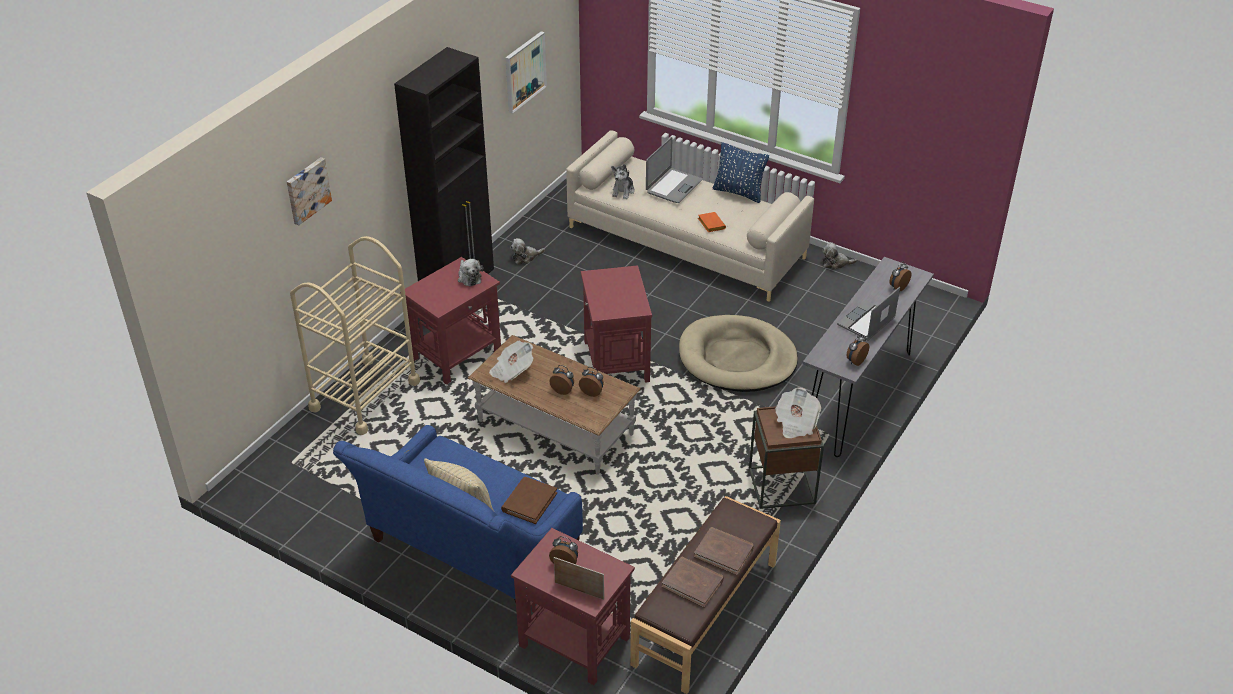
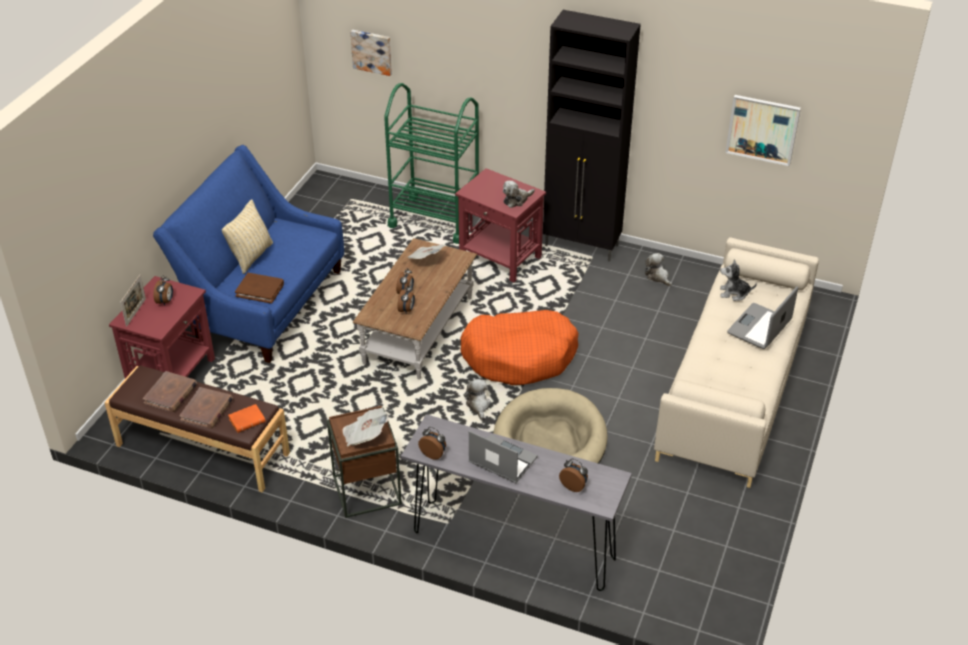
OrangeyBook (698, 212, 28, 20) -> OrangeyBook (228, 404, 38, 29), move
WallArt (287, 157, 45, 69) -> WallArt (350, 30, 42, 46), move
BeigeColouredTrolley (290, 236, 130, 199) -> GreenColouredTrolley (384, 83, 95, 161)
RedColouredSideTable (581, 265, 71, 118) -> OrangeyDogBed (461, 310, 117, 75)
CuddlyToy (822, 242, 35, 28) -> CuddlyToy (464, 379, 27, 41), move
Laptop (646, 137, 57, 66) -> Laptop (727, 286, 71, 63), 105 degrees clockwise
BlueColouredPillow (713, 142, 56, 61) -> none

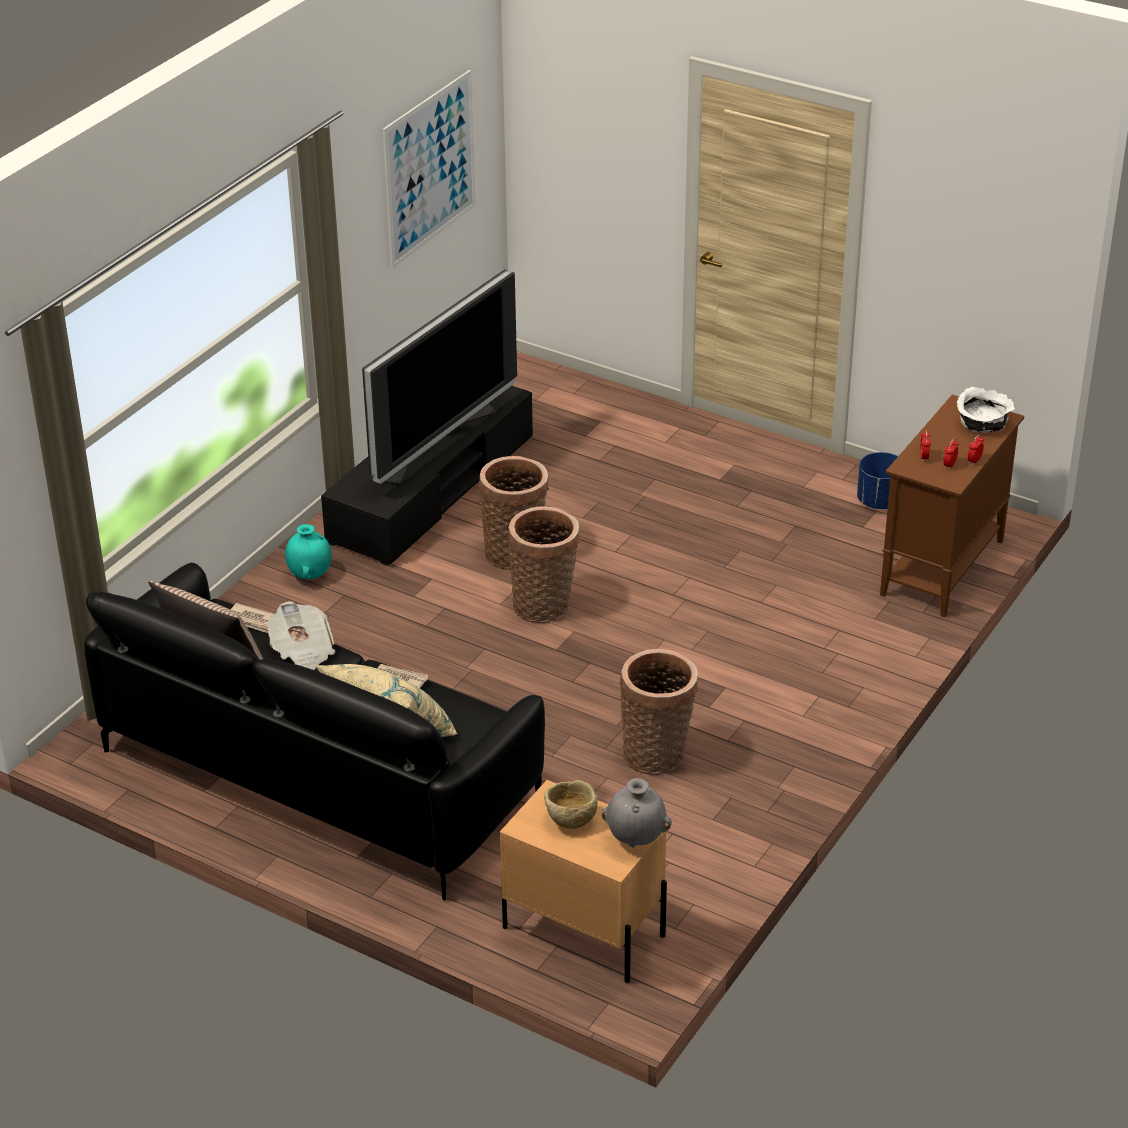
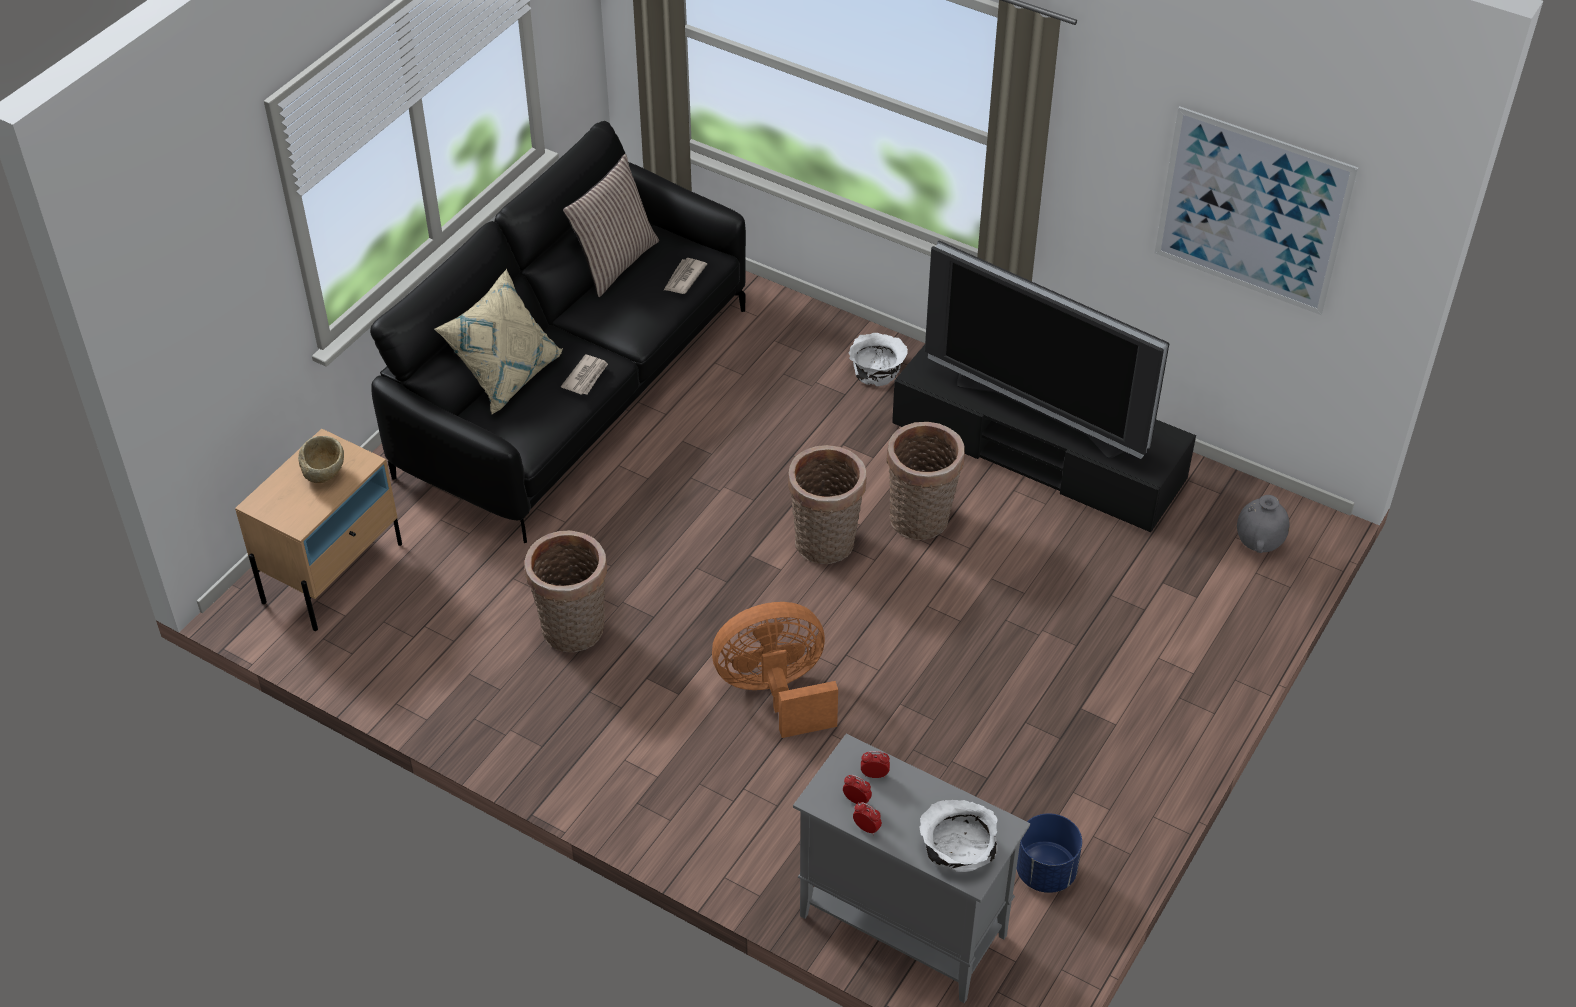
none -> OrangeyElectricFan (712, 602, 126, 136)
BrownishCabinet (880, 394, 144, 223) -> GreyCabinet (793, 734, 237, 269)
TurquoiseColouredDecorativeVase (285, 524, 47, 55) -> WhitishDeepDish (849, 333, 59, 53)
GreyDecorativeVase (602, 778, 70, 70) -> GreyDecorativeVase (1237, 495, 53, 58), move
PrintedPaper (267, 601, 68, 69) -> none

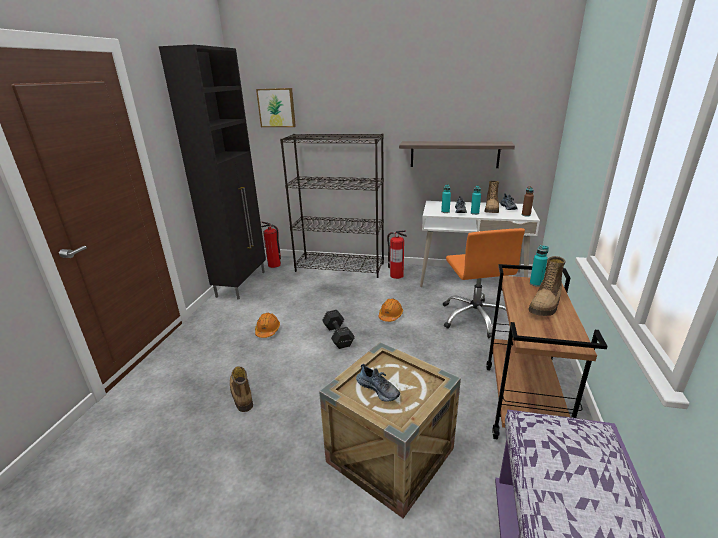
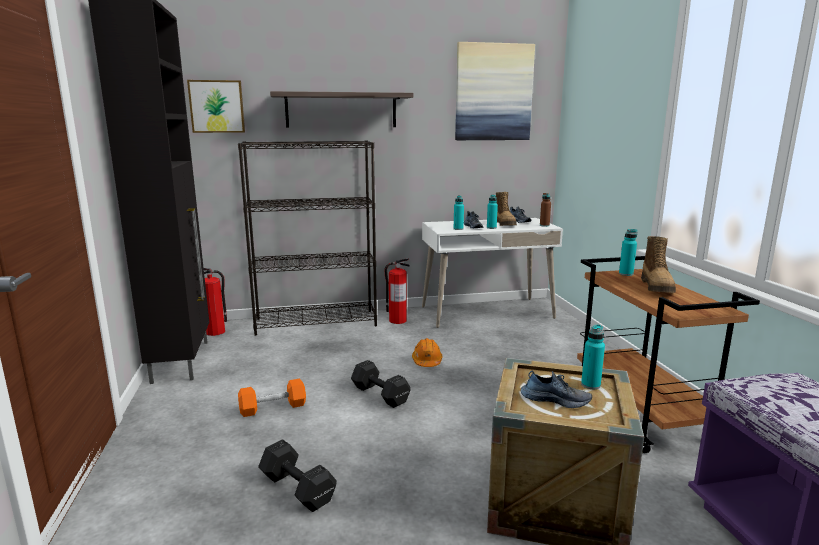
OrangeyWorkHelmet (255, 313, 25, 25) -> OrangeyHandWeight (238, 378, 68, 39)
Boot (230, 366, 23, 46) -> BlackishHandWeight (258, 439, 79, 73)
BracketShelf (399, 141, 116, 27) -> BracketShelf (270, 91, 143, 37), move
none -> WallArt (455, 42, 80, 98)
none -> TurquoiseColouredBeverageBottle (581, 325, 24, 64)
OrangeyOfficeChair (443, 228, 82, 111) -> none

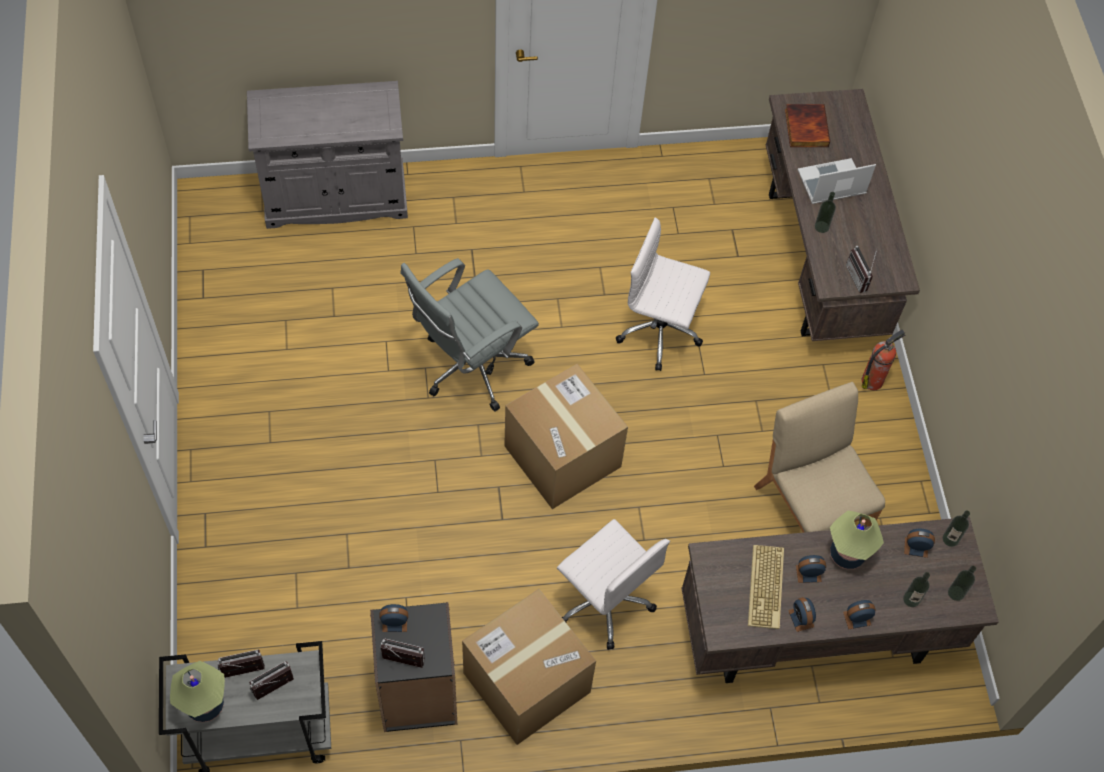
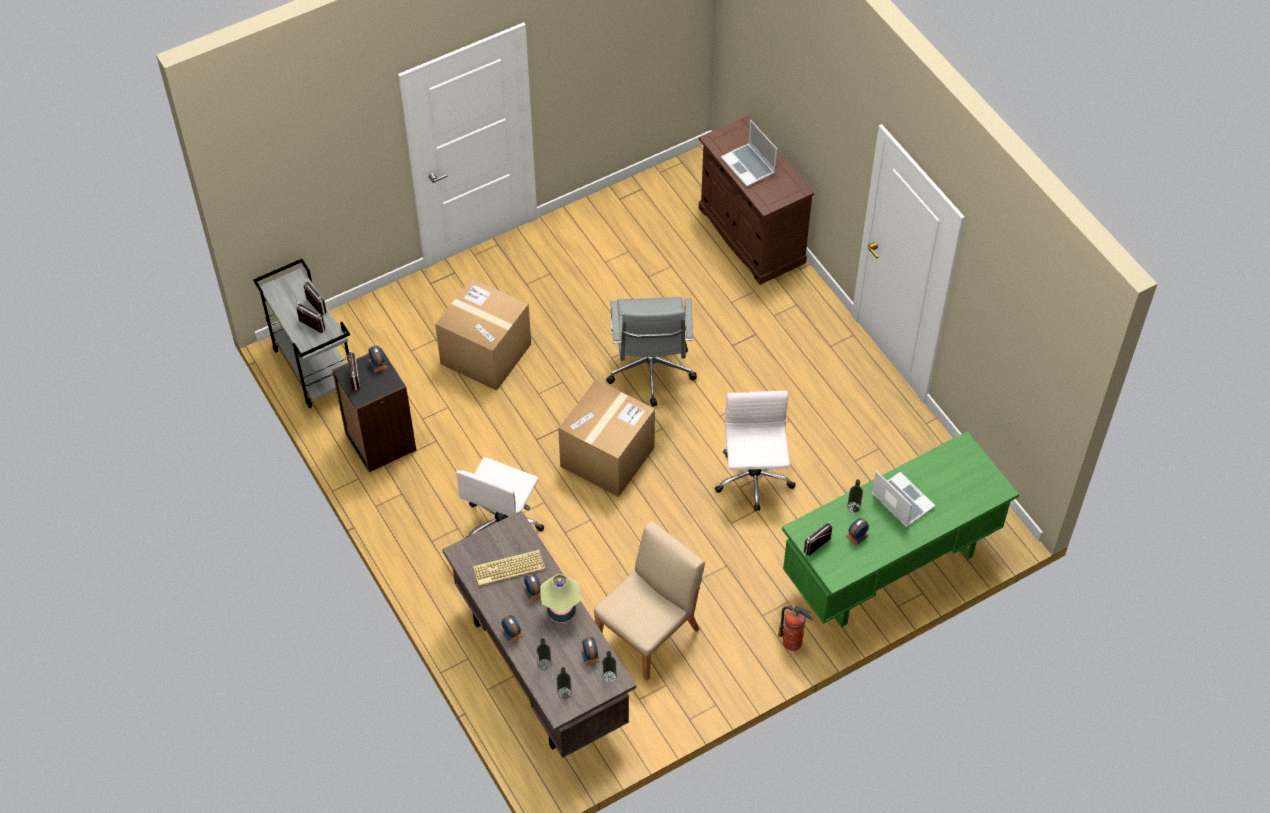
Carton (462, 589, 134, 156) -> Carton (435, 278, 96, 113), move
GreyOfficeChair (400, 258, 139, 154) -> GreyOfficeChair (606, 297, 91, 110), 120 degrees counterclockwise
GreyCabinet (247, 81, 161, 148) -> BrownishCabinet (699, 115, 115, 170)
none -> Laptop (721, 120, 56, 67)
BrownishDeskTable (766, 89, 154, 252) -> GreenColouredDeskTable (782, 432, 237, 195)
BedsideClock (788, 597, 28, 35) -> BedsideClock (846, 518, 23, 28), move
TabletopLamp (170, 661, 55, 61) -> none
Book (785, 104, 45, 43) -> none

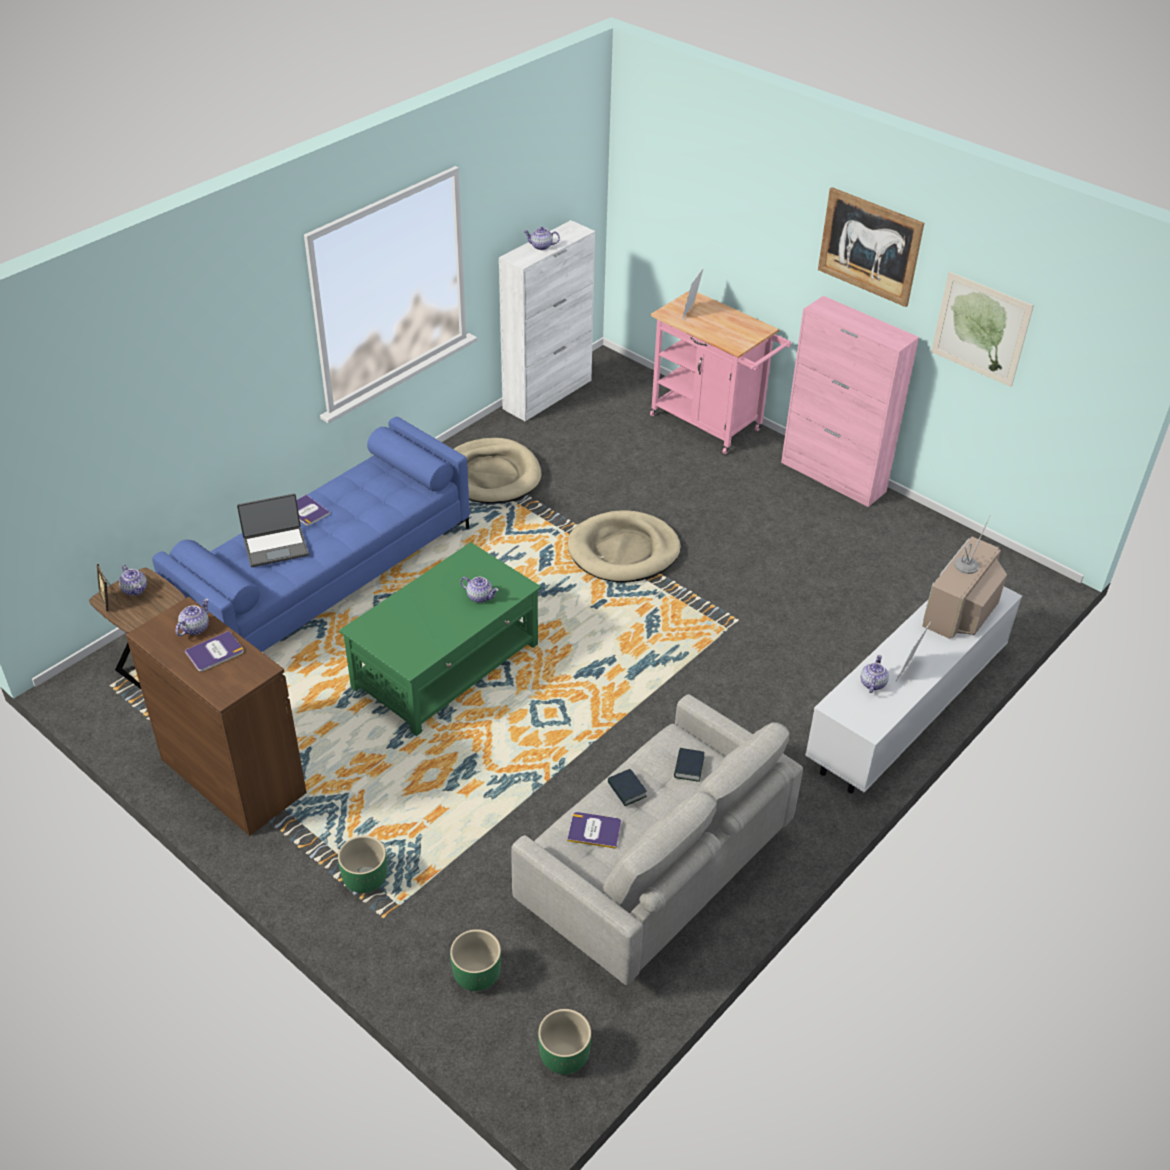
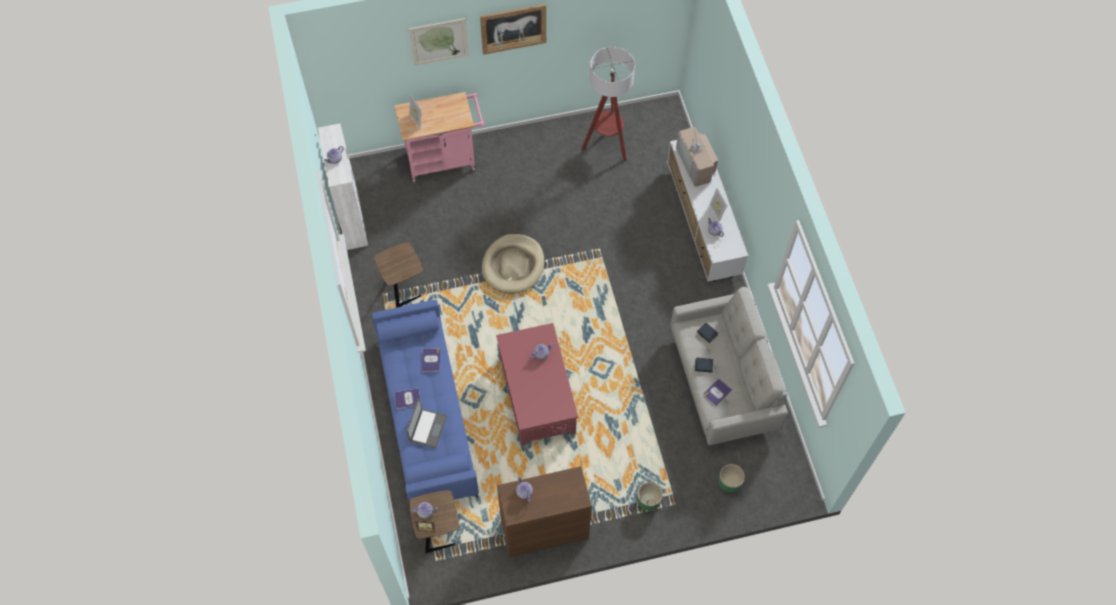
BeigeColouredDogBed (454, 438, 87, 66) -> BrownishSideTable (374, 242, 49, 66)
WallArt (931, 272, 103, 115) -> WallArt (409, 18, 60, 48), move
Book (185, 631, 59, 41) -> Book (422, 348, 18, 24), move
GreenColouredLowTable (339, 542, 202, 194) -> RedColouredLowTable (496, 323, 82, 123)
none -> StandardLamp (581, 47, 54, 114)
GreenColouredPlanter (538, 1009, 54, 65) -> none
PinkCabinet (781, 296, 138, 211) -> none

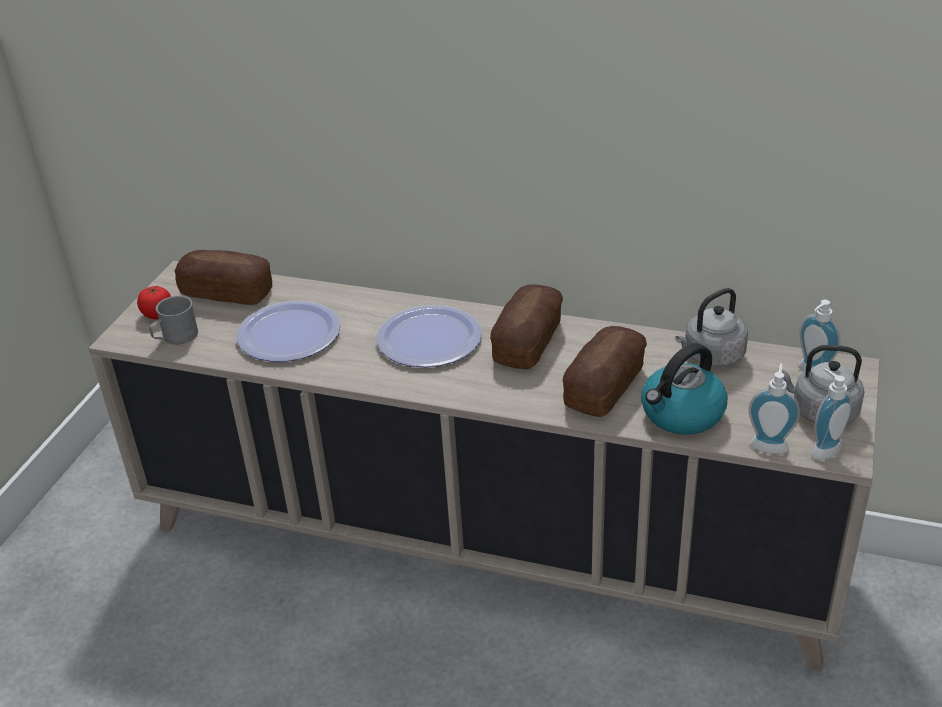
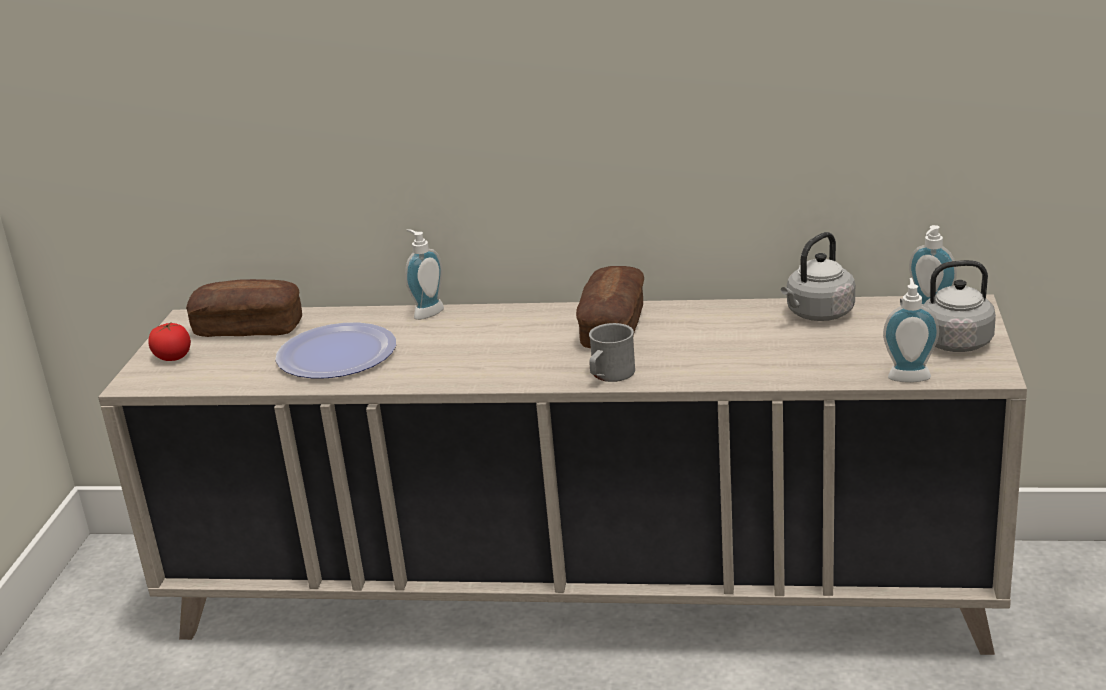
SoapBottle (812, 369, 40, 91) -> SoapBottle (405, 229, 39, 91), move
GreyTeaMug (149, 296, 49, 49) -> GreyTeaMug (589, 323, 46, 59), move
DinnerPlate (376, 305, 106, 62) -> none
BakeryBread (563, 326, 84, 91) -> none
Kettle (641, 343, 86, 92) -> none

